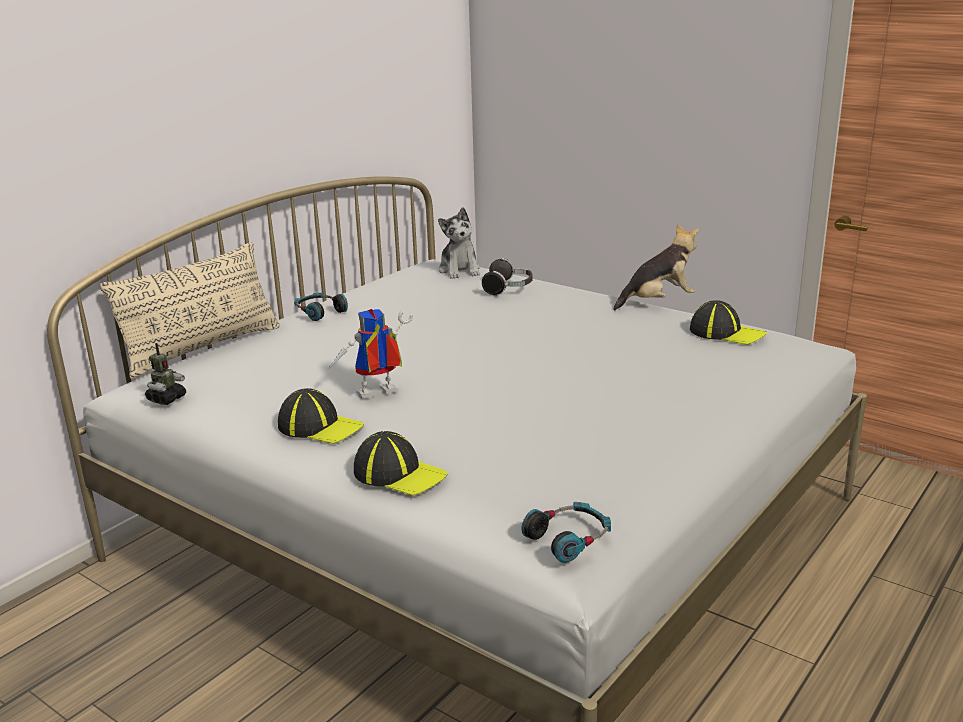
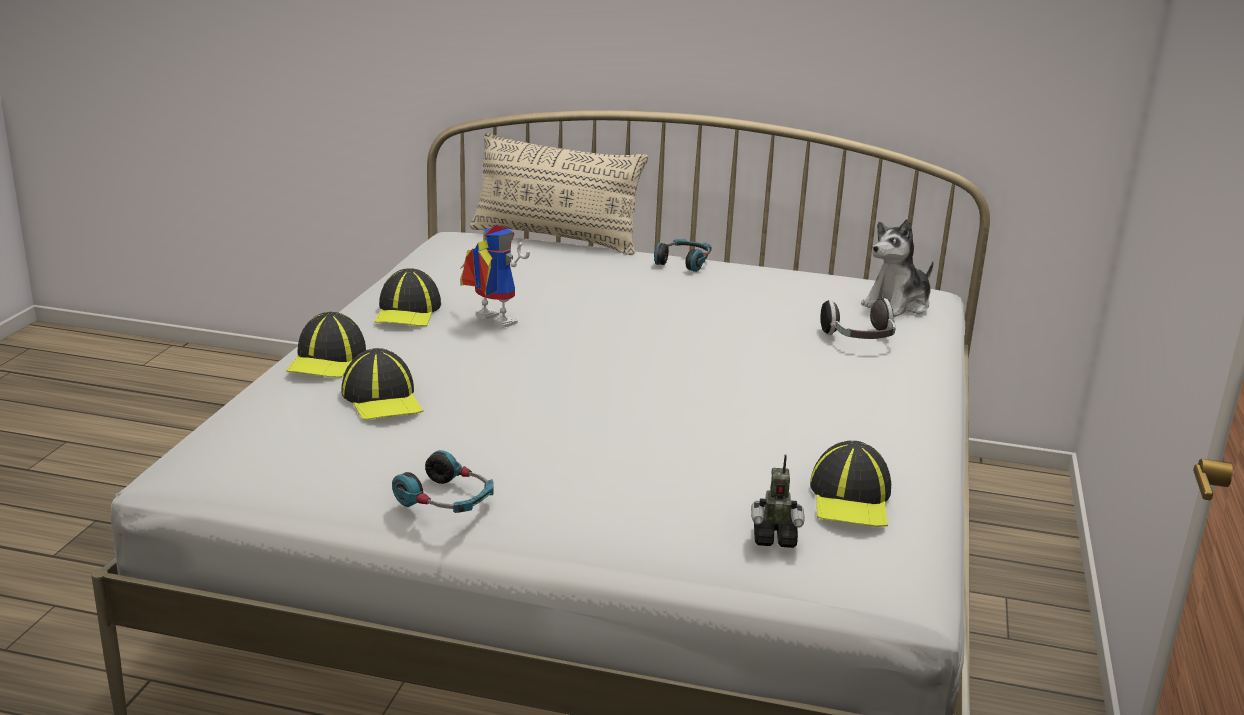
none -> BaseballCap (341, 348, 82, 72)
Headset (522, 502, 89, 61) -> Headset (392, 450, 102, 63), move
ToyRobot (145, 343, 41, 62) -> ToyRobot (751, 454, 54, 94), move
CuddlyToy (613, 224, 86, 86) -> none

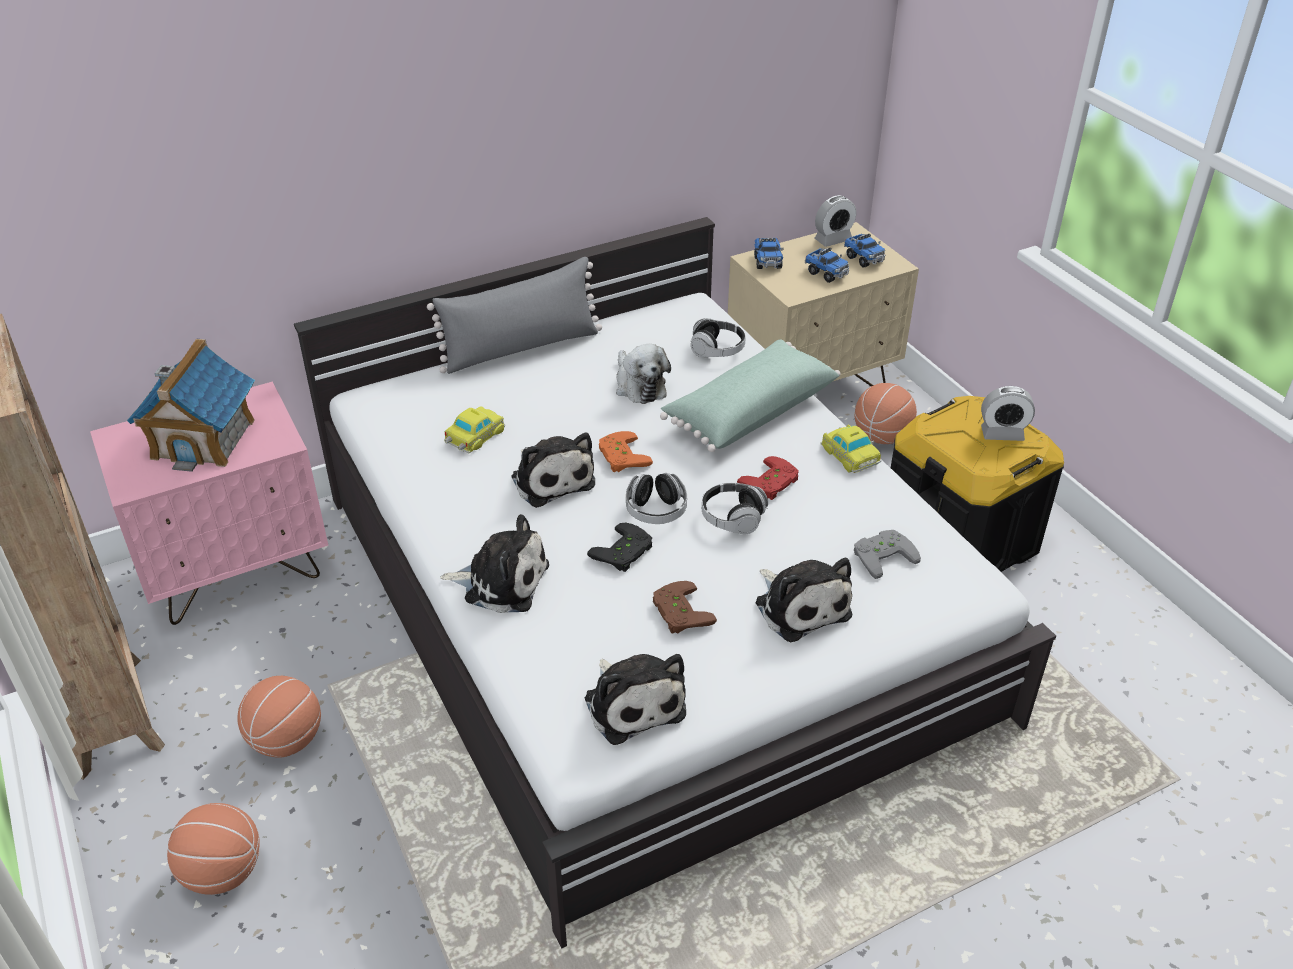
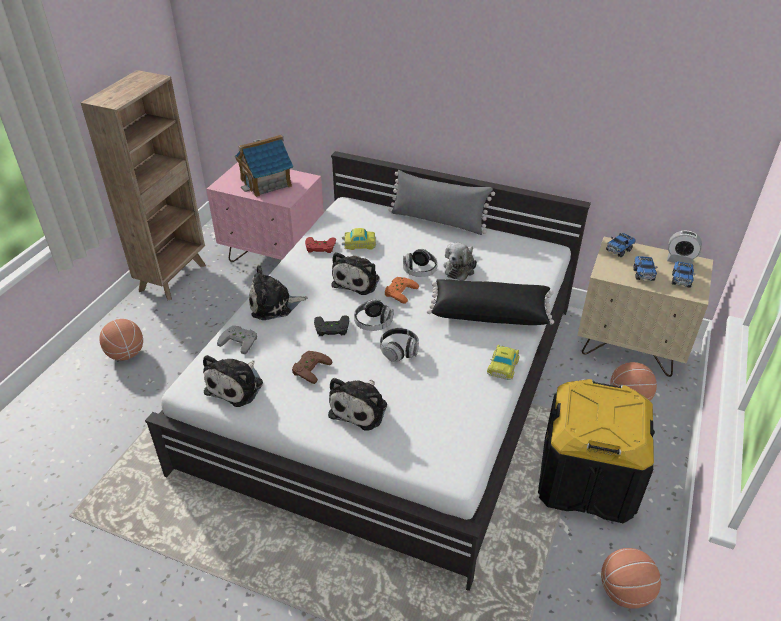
GreyGameController (854, 530, 67, 49) -> GreyGameController (217, 326, 40, 28), move
CuddlyToy (440, 514, 109, 99) -> CuddlyToy (249, 265, 59, 55), 105 degrees clockwise
RedColouredGameController (737, 456, 62, 44) -> RedColouredGameController (305, 237, 31, 16), move
Headset (690, 318, 56, 39) -> Headset (403, 249, 35, 28), move
GreenColouredPillow (660, 340, 181, 112) -> BlackishPillow (427, 279, 127, 46)
BasketballBall (237, 676, 84, 81) -> BasketballBall (601, 548, 60, 61), move
BedsideClock (981, 386, 54, 55) -> none

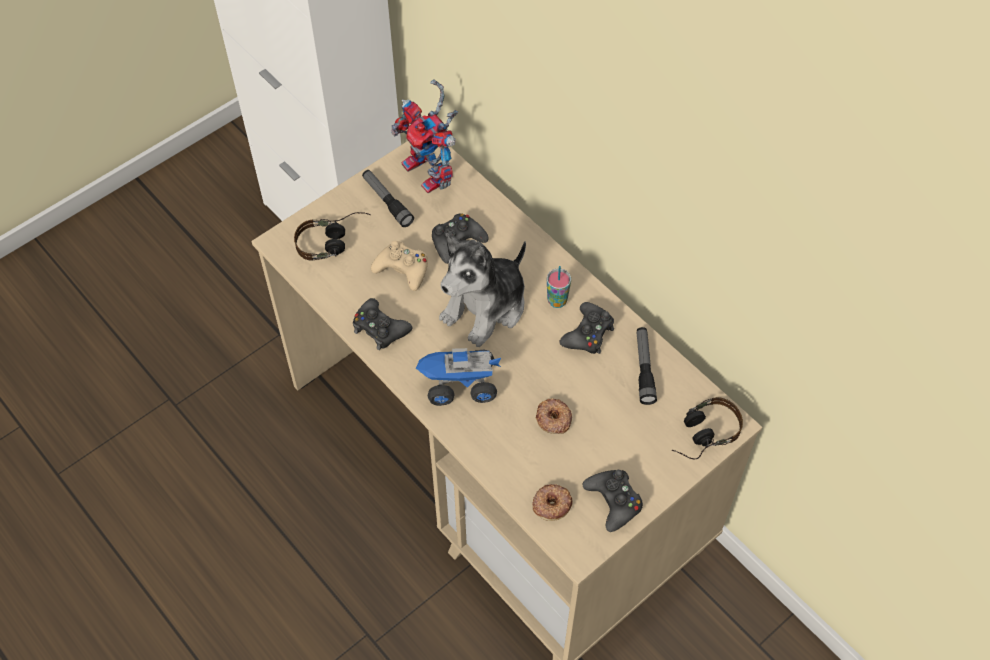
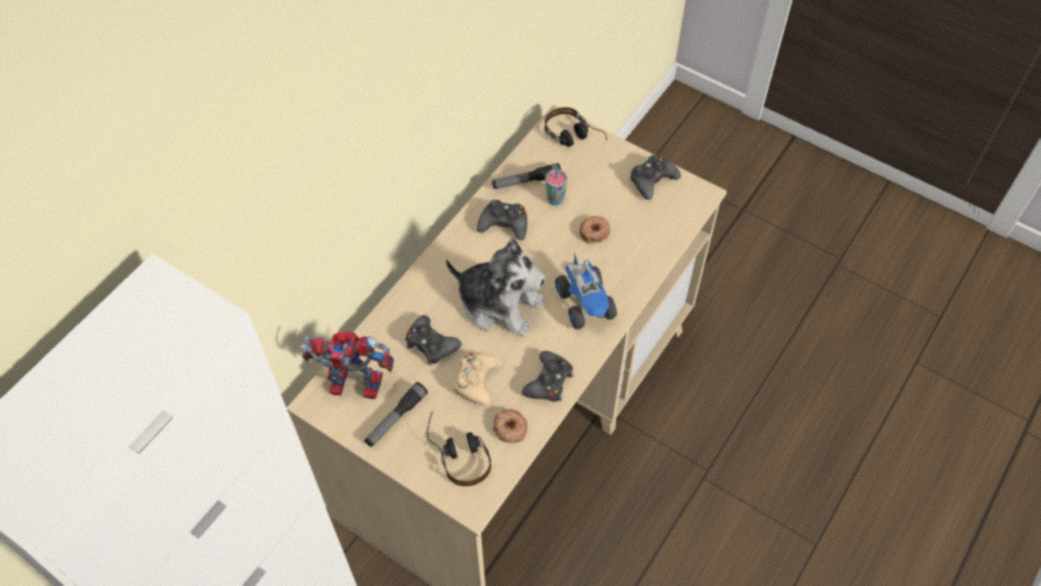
ToyRobot (391, 79, 67, 114) -> ToyRobot (300, 331, 94, 68), 120 degrees counterclockwise
Donut (532, 484, 41, 37) -> Donut (493, 409, 35, 34), move
Cup (546, 266, 25, 42) -> Cup (546, 166, 21, 40), move

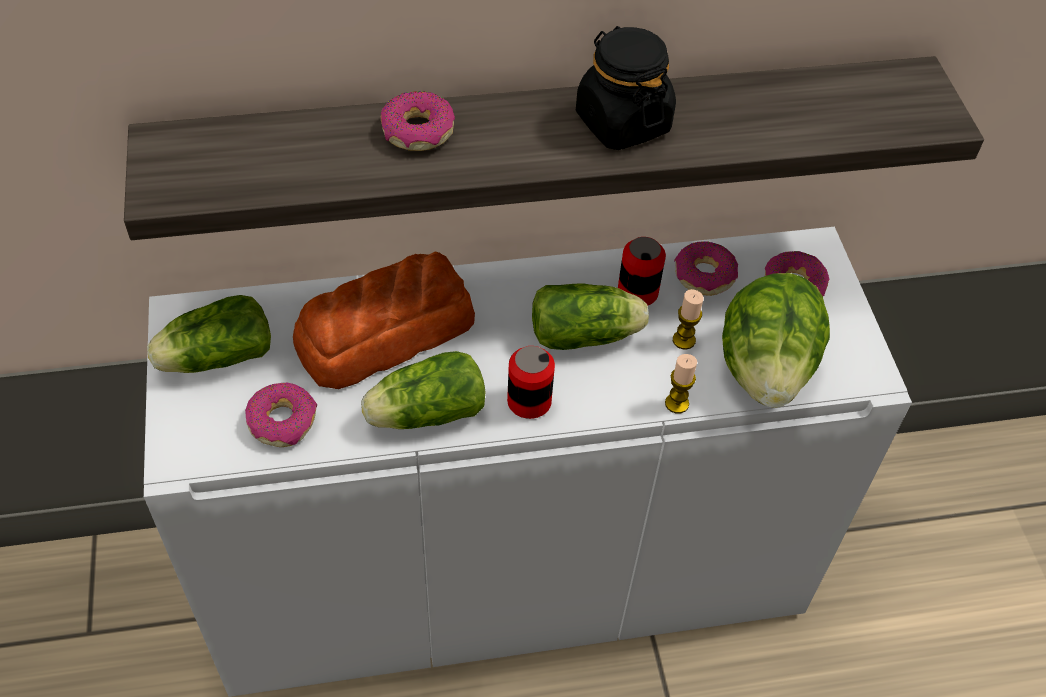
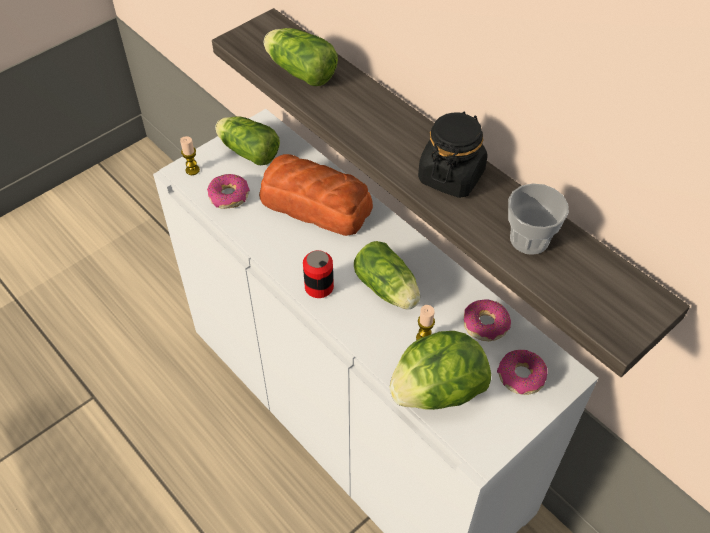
WaxLight (665, 354, 32, 60) -> WaxLight (180, 136, 20, 39), move
Lettuce (361, 351, 124, 78) -> Lettuce (264, 28, 74, 58), move
none -> Cup (508, 183, 61, 72)
Donut (381, 91, 74, 60) -> none
SealedCan (618, 237, 48, 69) -> none

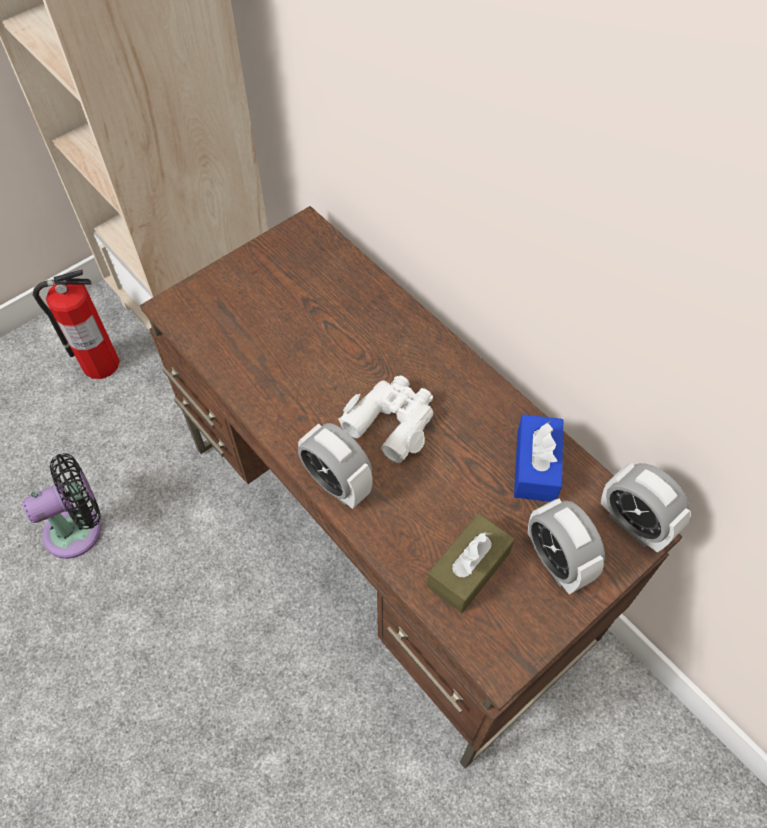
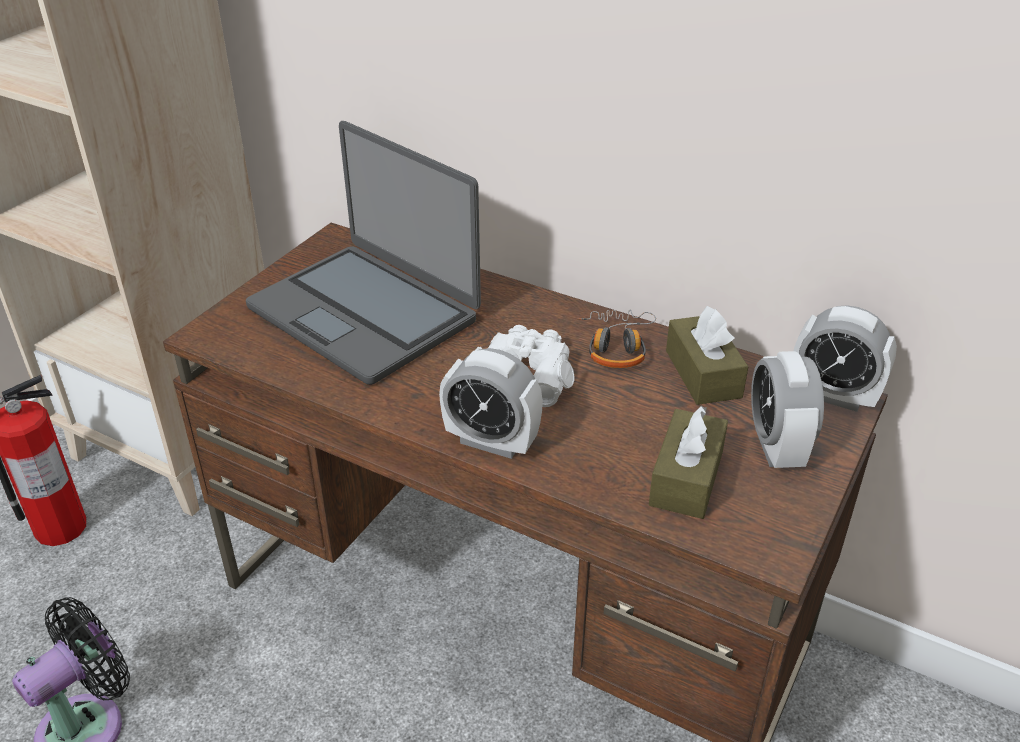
none -> Laptop (246, 121, 235, 264)
none -> Headset (578, 310, 78, 58)
BlueColouredTissueBox (514, 414, 49, 88) -> BrownishTissueBox (666, 306, 82, 99)
BedsideClock (527, 498, 78, 97) -> BedsideClock (751, 351, 73, 117), 45 degrees clockwise

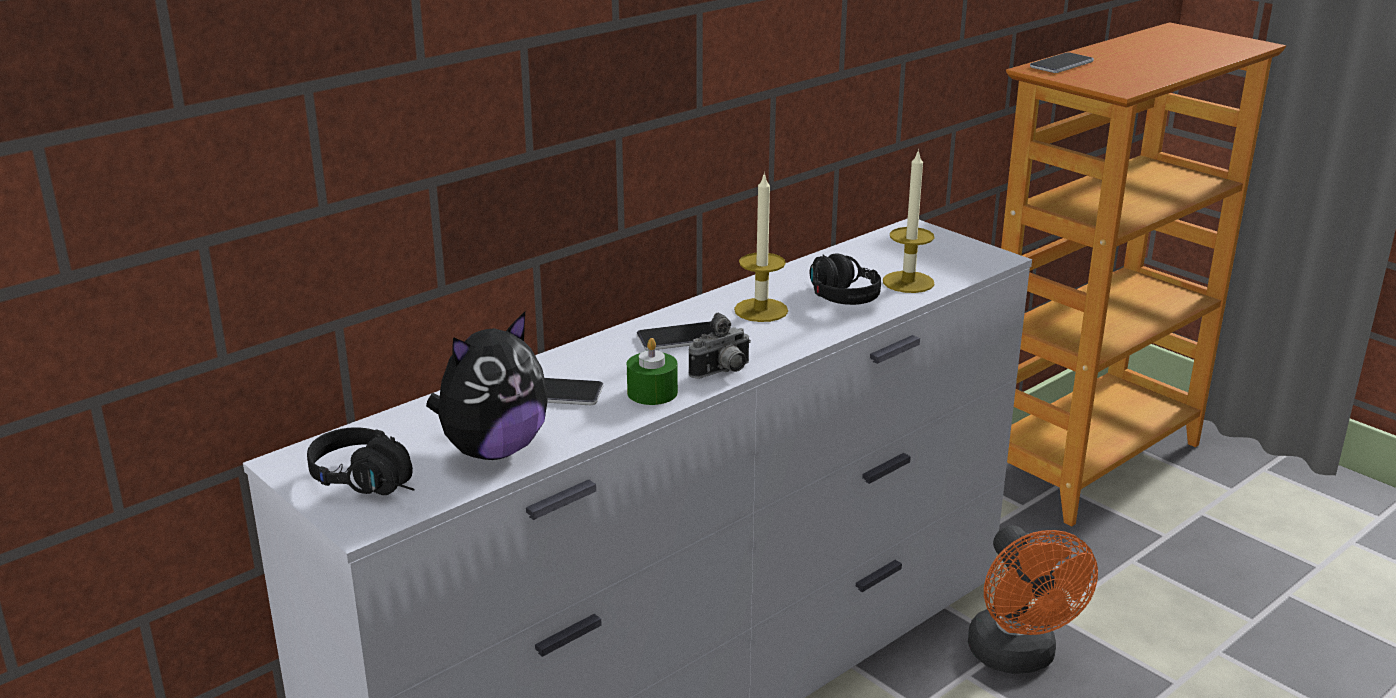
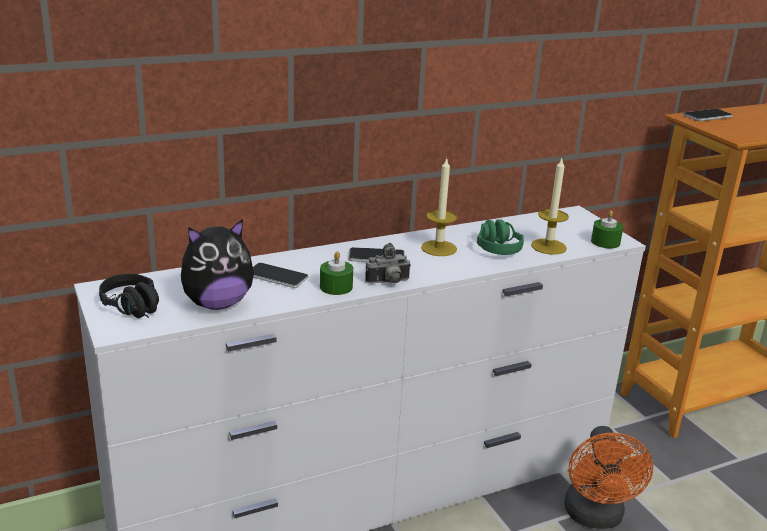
BlackishHeadset (810, 253, 71, 52) -> GreenColouredHeadset (477, 219, 47, 36)
none -> GreenColouredWaxLight (591, 210, 32, 39)

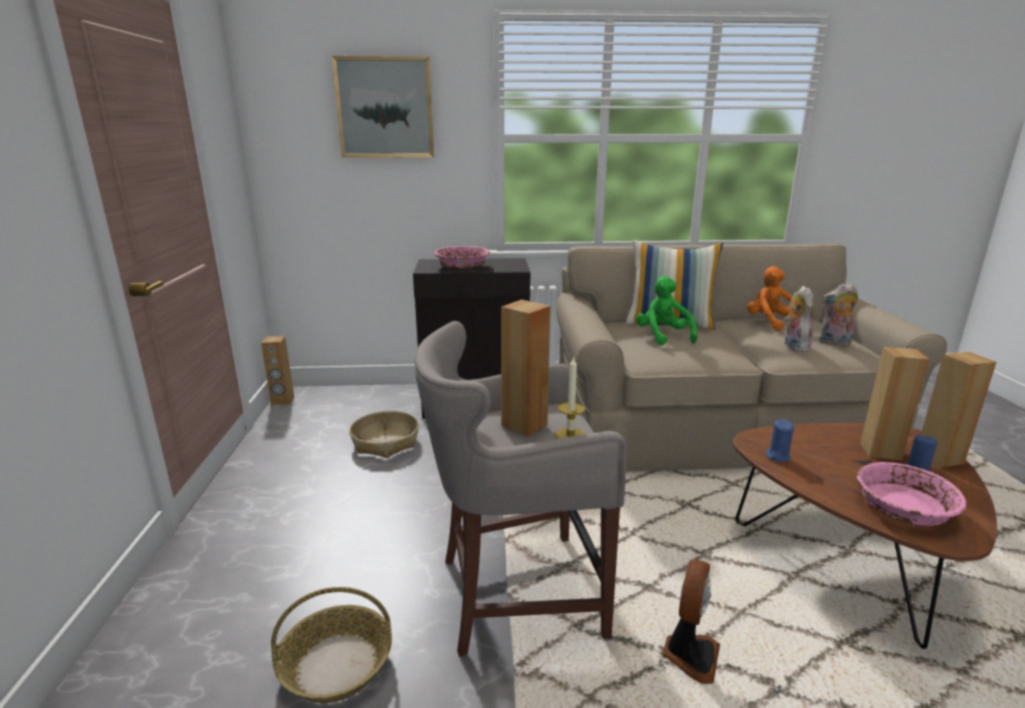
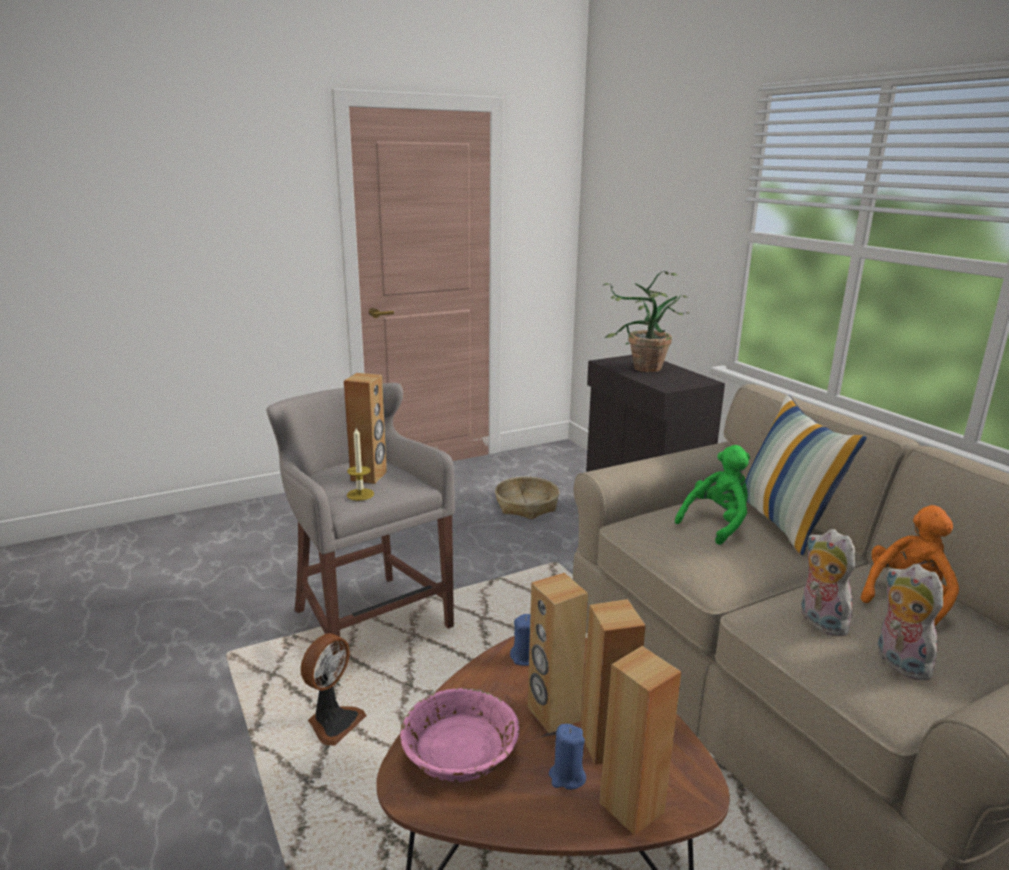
ElectricFan (663, 560, 57, 124) -> ElectricFan (301, 633, 65, 112), 60 degrees counterclockwise
BrownishSpeaker (261, 336, 33, 69) -> BrownishSpeaker (528, 573, 60, 161), move
PinkDeepDish (434, 246, 56, 24) -> Houseplant (602, 271, 88, 101)
CuddlyToy (784, 286, 30, 66) -> CuddlyToy (801, 529, 55, 107), 90 degrees counterclockwise
HouseholdBasket (271, 587, 121, 116) -> none
WallArt (332, 56, 102, 102) -> none

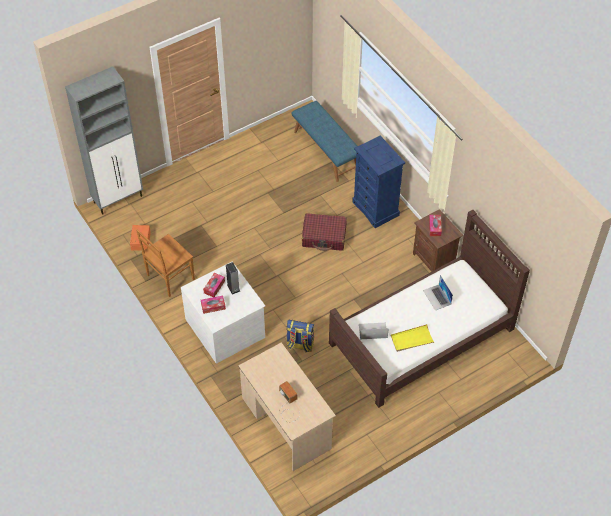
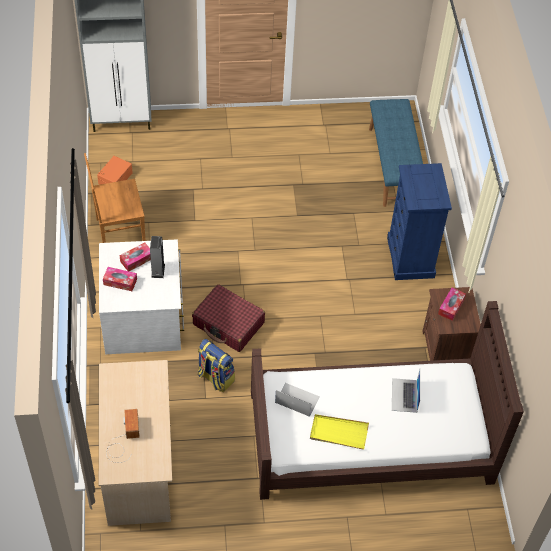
RedColouredPieceOfLuggage (302, 213, 45, 38) -> RedColouredPieceOfLuggage (192, 284, 73, 68), move

